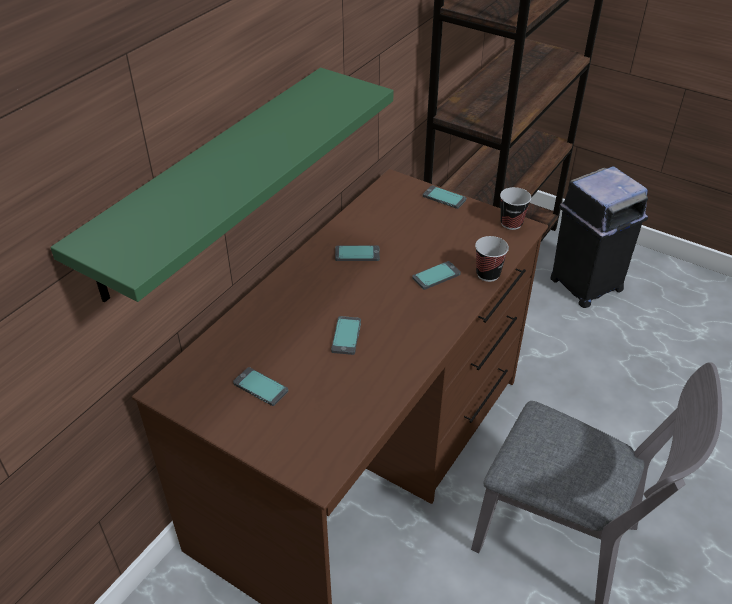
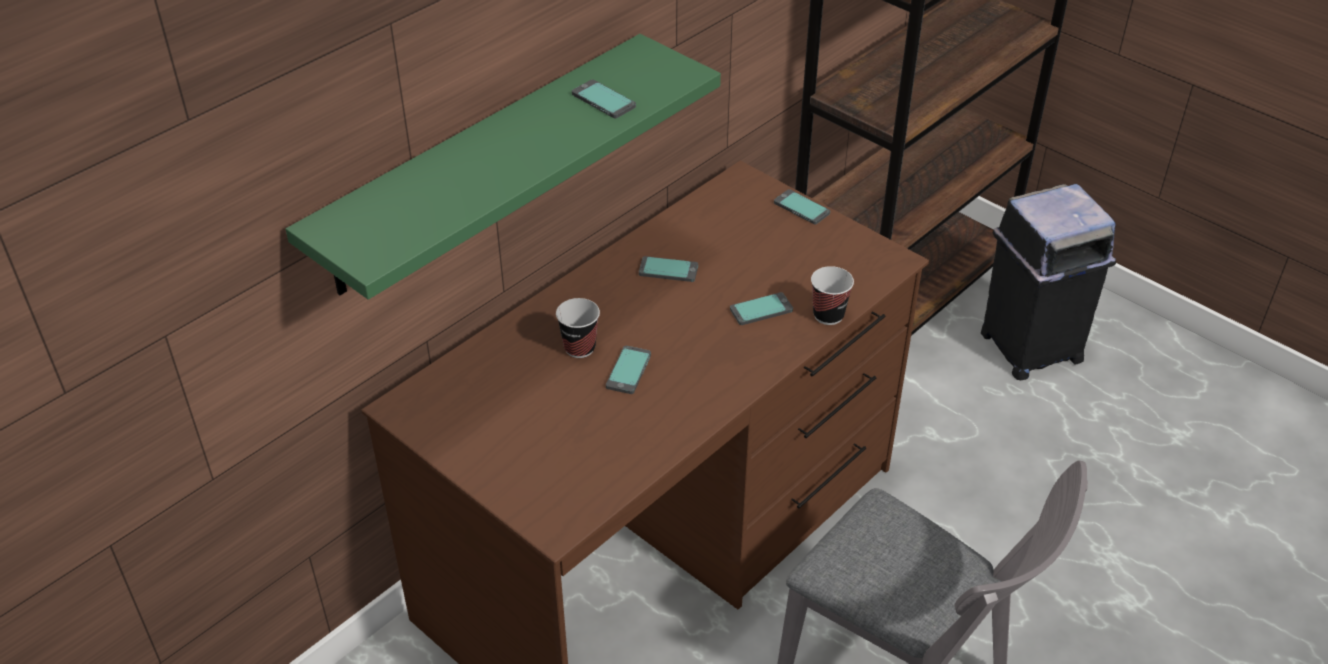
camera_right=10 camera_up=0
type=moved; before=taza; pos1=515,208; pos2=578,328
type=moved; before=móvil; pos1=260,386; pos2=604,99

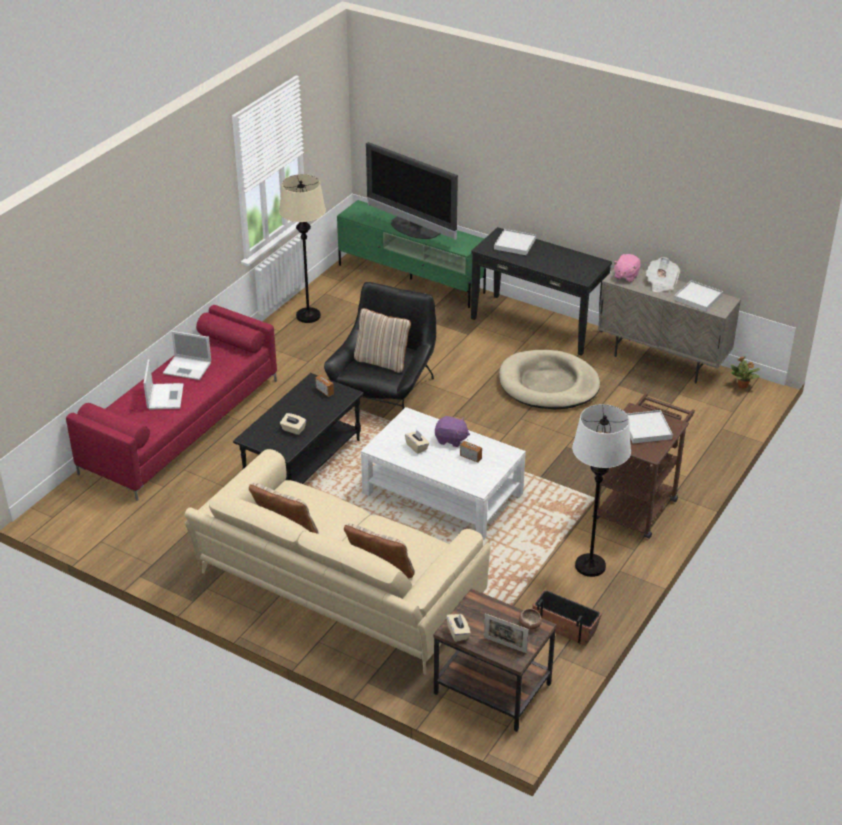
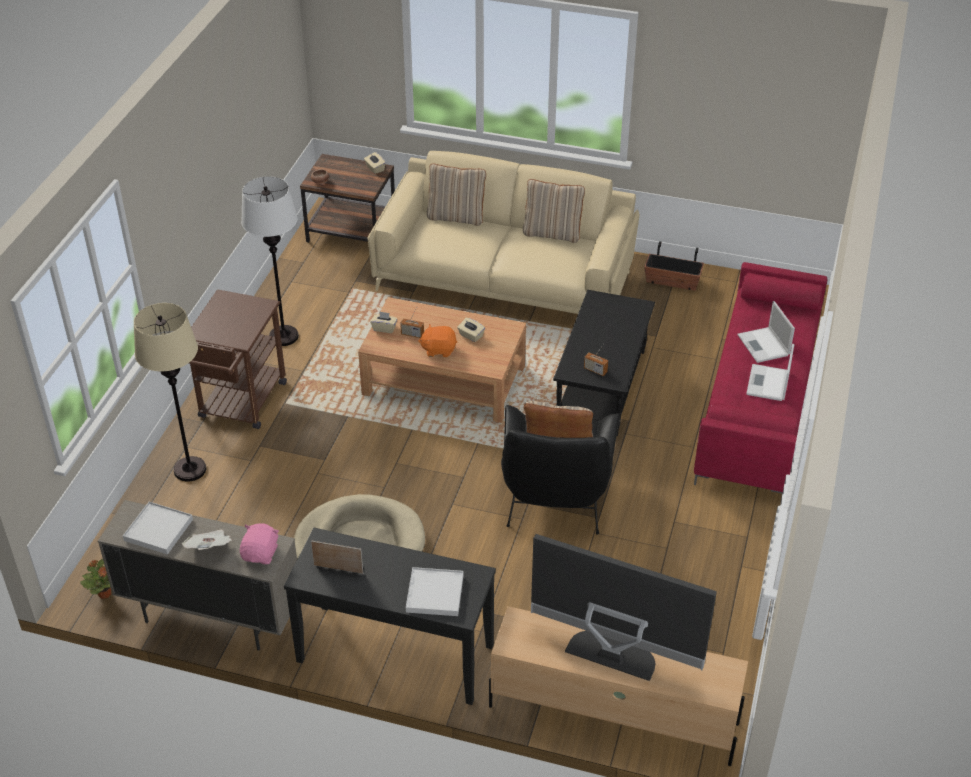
camera_right=165 camera_up=5
type=moved; before=lámpara de pie/beis; pos1=302,248; pos2=170,392
type=recoloured; before=mueble de televisión/verde; after=mueble de televisión/beis; pos1=411,254; pos2=618,686
type=turned; before=portátil; pos1=187,355; pos2=770,372; turn=-75
type=recoloured; before=mesa de centro/blanco; after=mesa de centro/marrón; pos1=443,473; pos2=442,360
type=removed; before=bandeja/blanco; pos1=650,426
type=moved; before=caja de pañuelos/beis; pos1=293,424; pos2=384,322
type=recoloured; before=peluche/morado; after=peluche/naranja; pos1=452,431; pos2=437,340
type=moved; before=maceta; pos1=567,617; pos2=674,266
type=moved; before=portarretratos; pos1=506,633; pos2=337,557

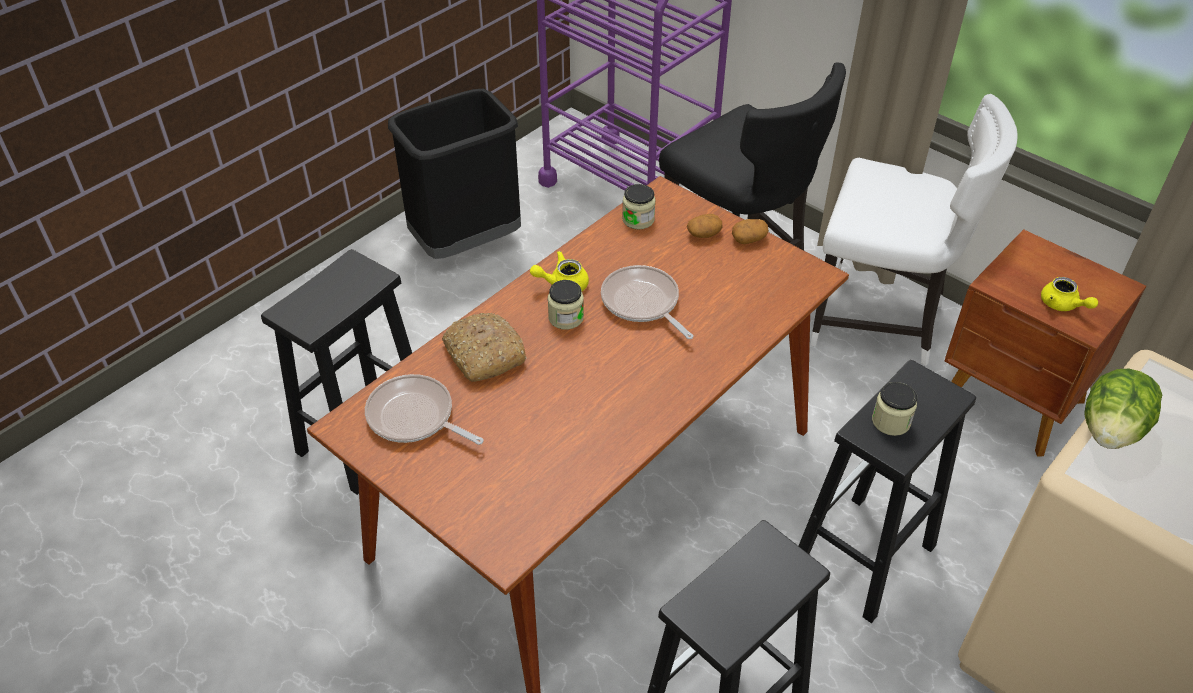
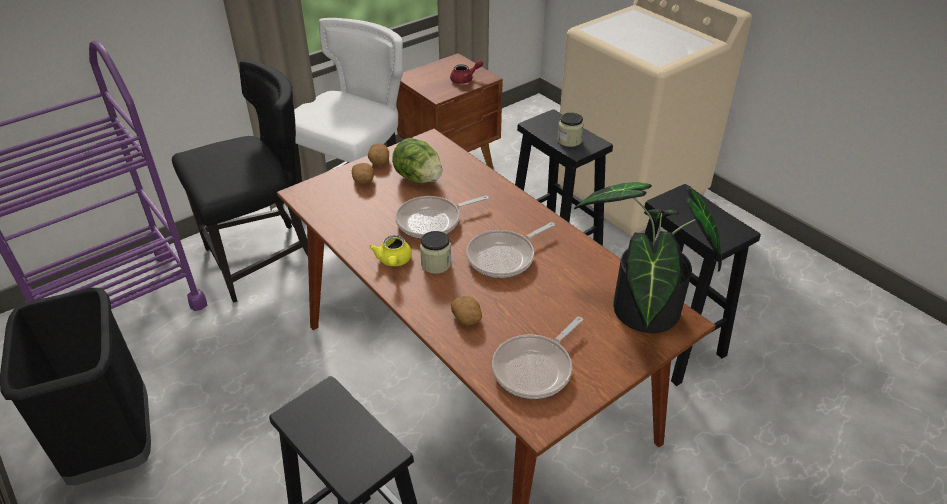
camera_right=-80 camera_up=-5
type=removed; before=tarro; pos1=639,207
type=recoloured; before=tetera/amarillo; after=tetera/rojo; pos1=1069,294; pos2=466,72
type=replaced; before=pan; after=patata; pos1=484,347; pos2=466,310
type=moved; before=lechuga; pos1=1123,409; pos2=417,160
type=added; after=planta en maceta; pos2=648,257
type=added; after=sartén; pos2=510,250

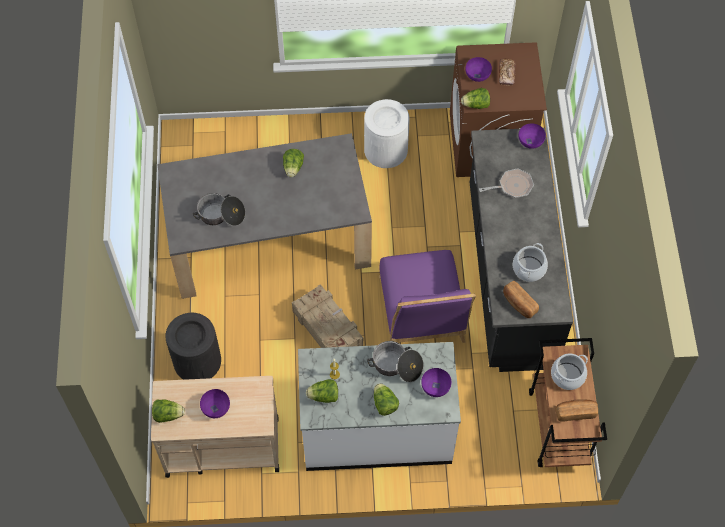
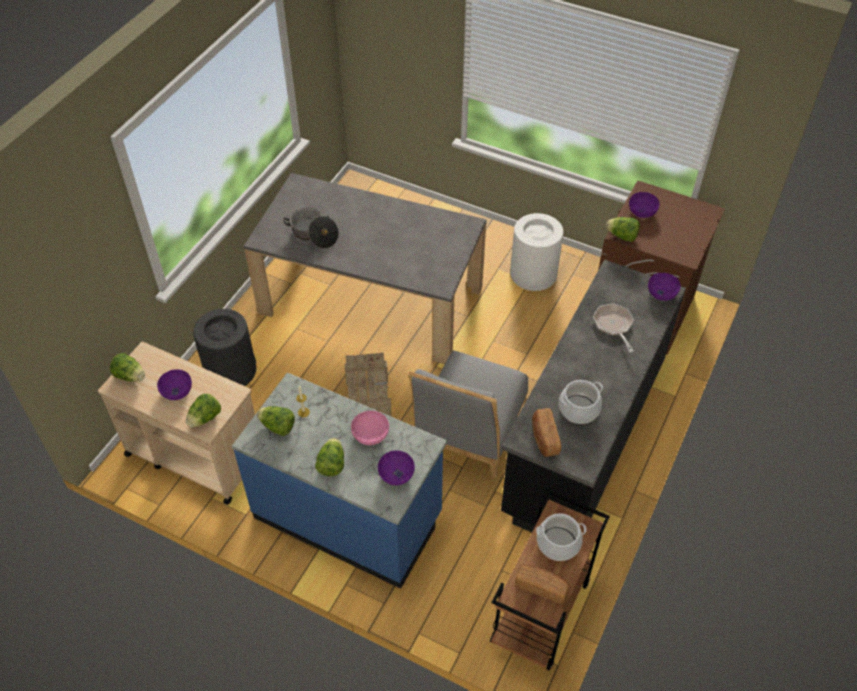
camera_right=30 camera_up=-10
type=removed; before=pan; pos1=507,72
type=moved; before=lechuga; pos1=293,163; pos2=203,410
type=turned; before=sartén; pos1=506,183; pos2=613,328; turn=-120
type=recoloured; before=silla/morado; after=silla/gris; pos1=427,296; pos2=468,414
type=replaced; before=olla; after=cuenco/rosa; pos1=395,361; pos2=370,428
type=recoloured; before=mueble bajo de cocina/blanco; after=mueble bajo de cocina/azul; pos1=379,406; pos2=339,480

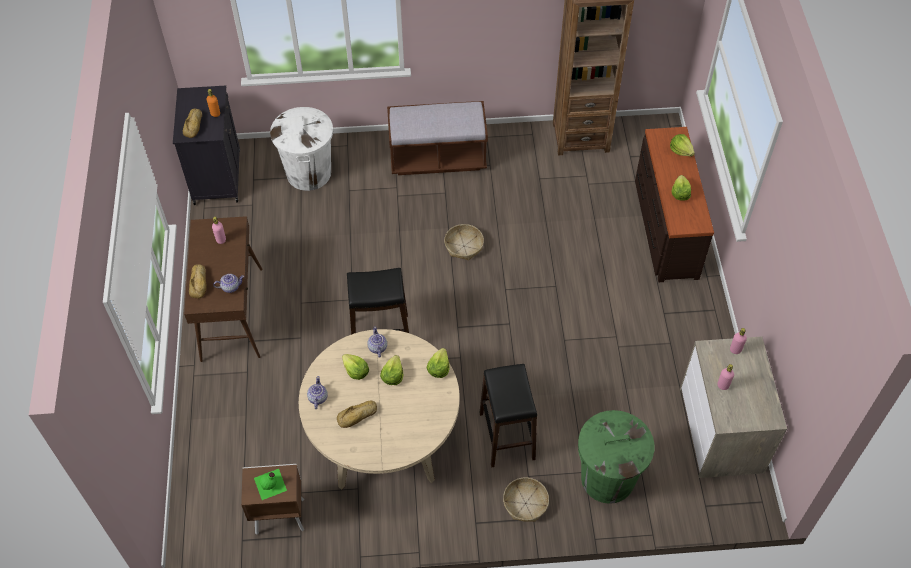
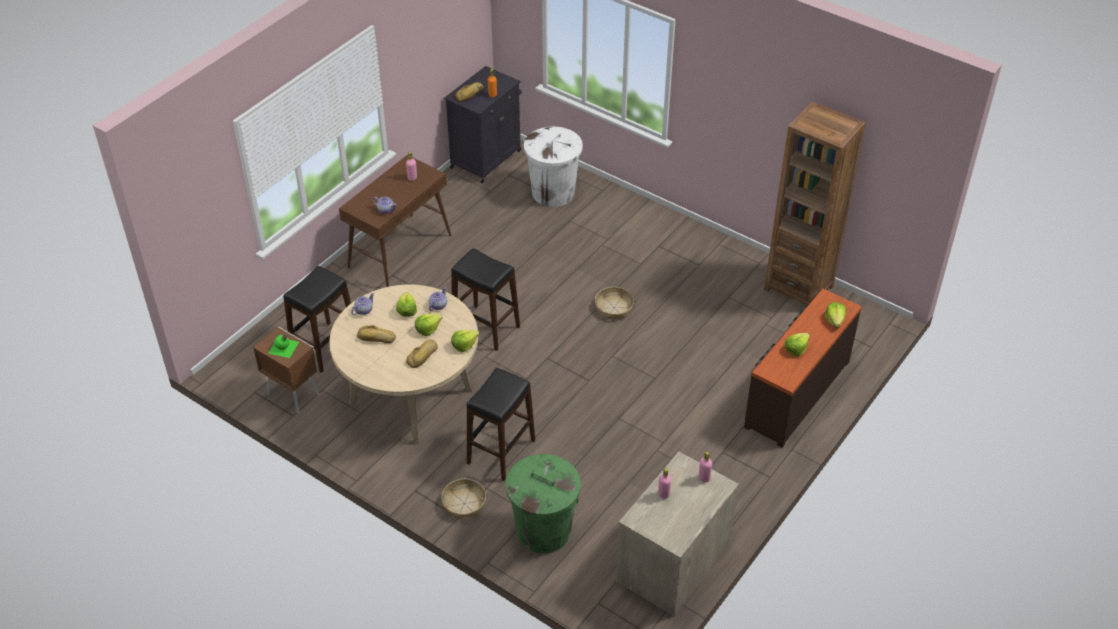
camera_right=40 camera_up=-10
type=removed; before=banco/marrón; pos1=437,138
type=moved; before=pan; pos1=198,281; pos2=422,353
type=added; after=taburete/negro; pos2=317,319

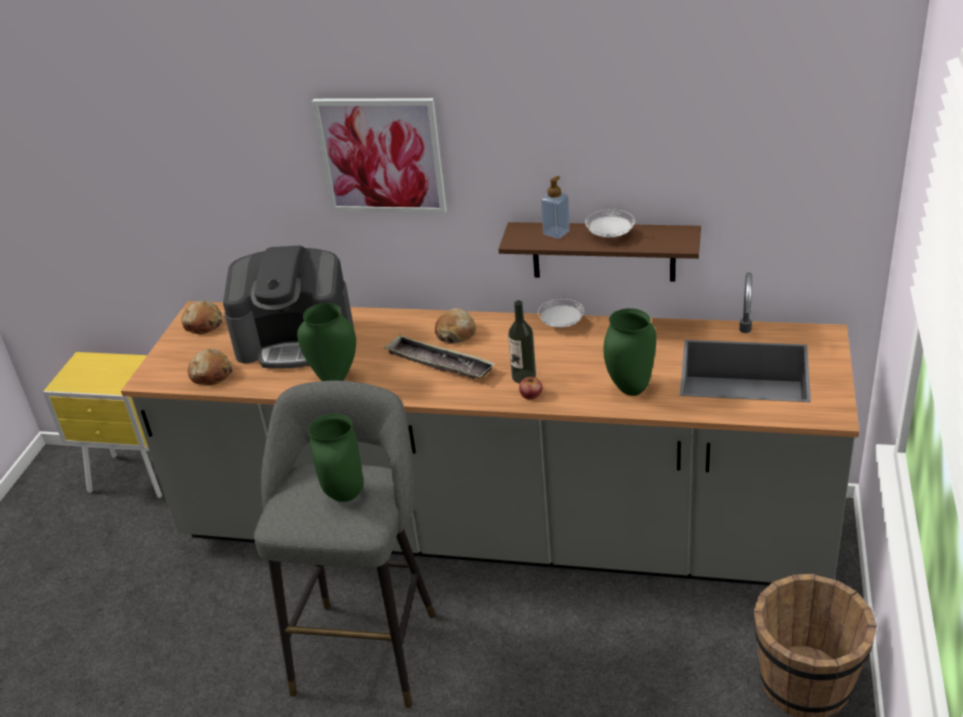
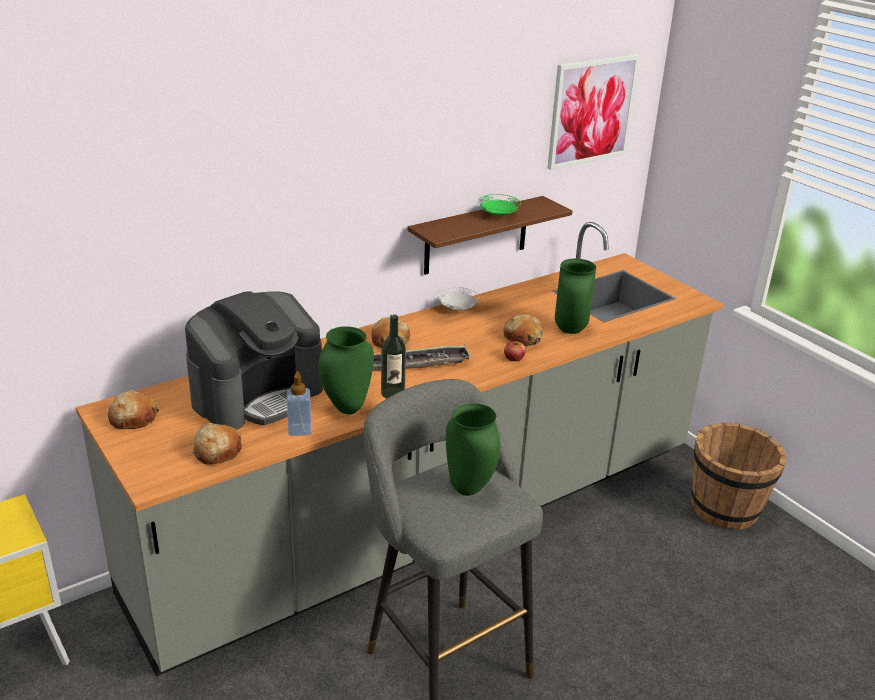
camera_right=-50 camera_up=-5
type=moved; before=cuadro; pos1=379,155; pos2=594,112
type=moved; before=dispensador de jabón; pos1=555,207; pos2=299,404
type=recoloured; before=plato/blanco; after=plato/verde; pos1=610,224; pos2=499,205
type=moved; before=botella; pos1=522,342; pos2=393,356
type=added; after=pan; pos2=523,330

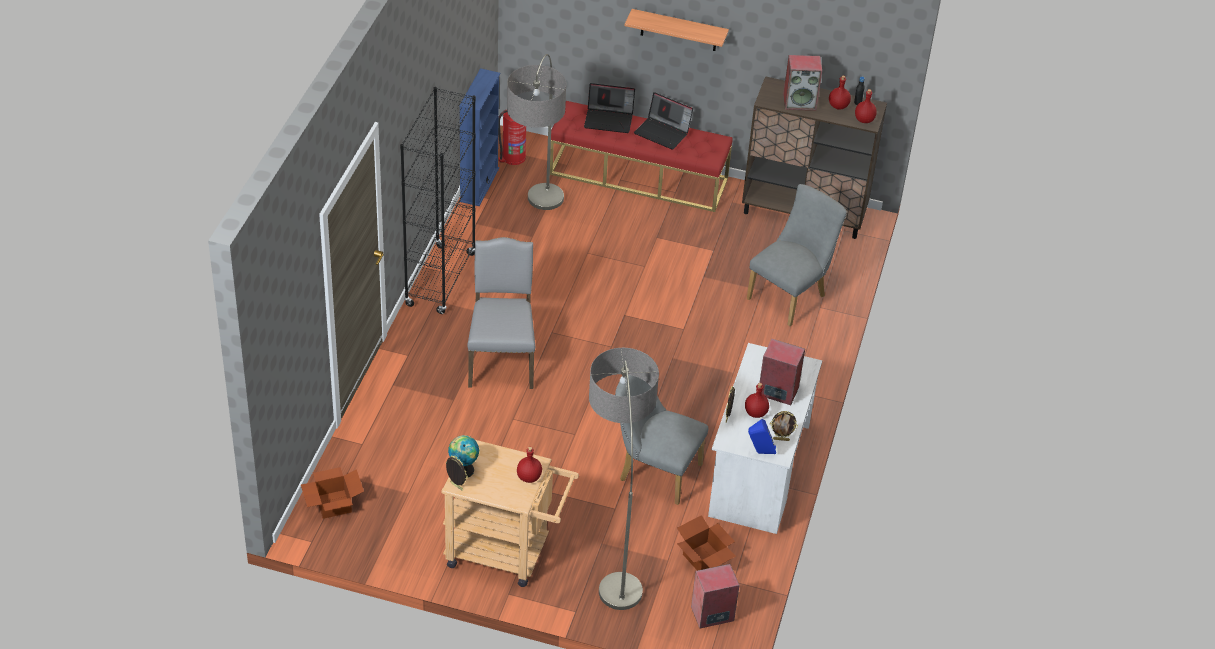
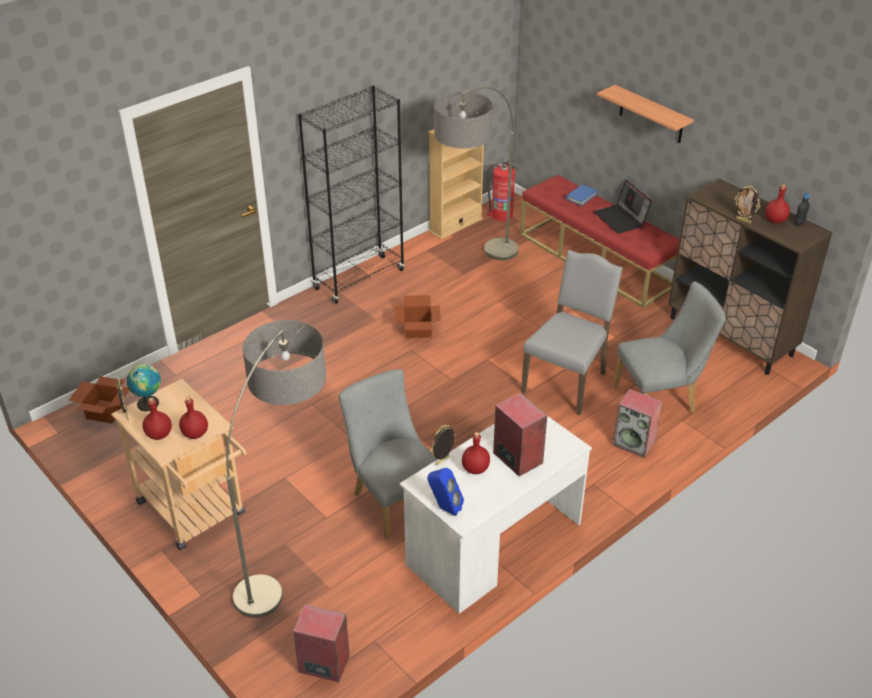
camera_right=35 camera_up=-5
type=moved; before=altavoz; pos1=802,83; pos2=637,423
type=recoloured; before=estantería/azul; after=estantería/beis; pos1=479,137; pos2=456,184
type=replaced; before=portátil; after=libro/azul; pos1=609,108; pos2=582,195
type=moved; before=botella/rojo; pos1=866,106; pos2=157,419
type=moved; before=silla/gris; pos1=501,313; pos2=572,332
type=moved; before=portarretratos; pos1=784,426; pos2=747,204
type=moved; before=caja de cartón; pos1=706,543; pos2=418,316

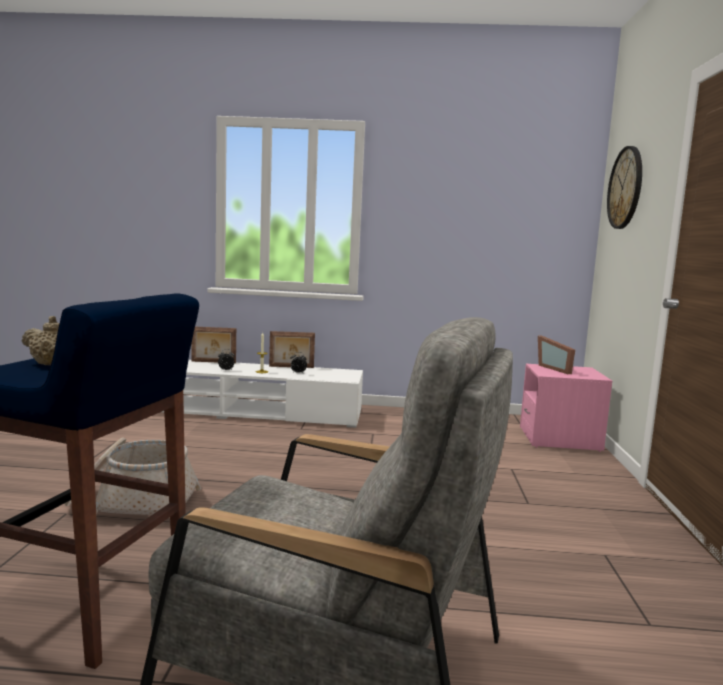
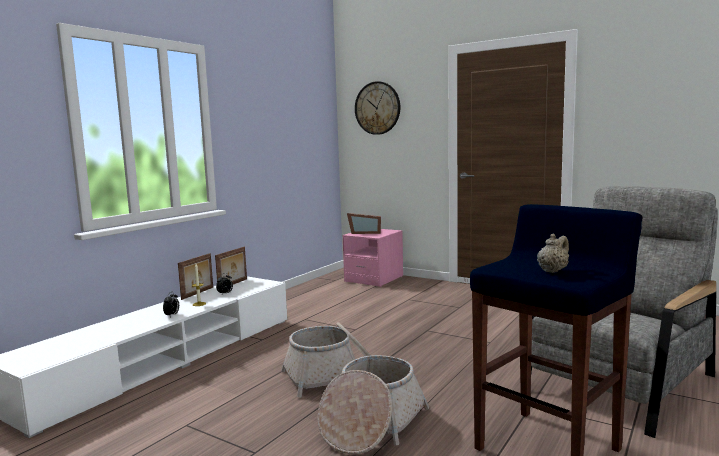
camera_right=-60 camera_up=0
type=moved; before=portarretratos; pos1=213,345; pos2=231,266
type=added; after=cesta; pos2=326,359

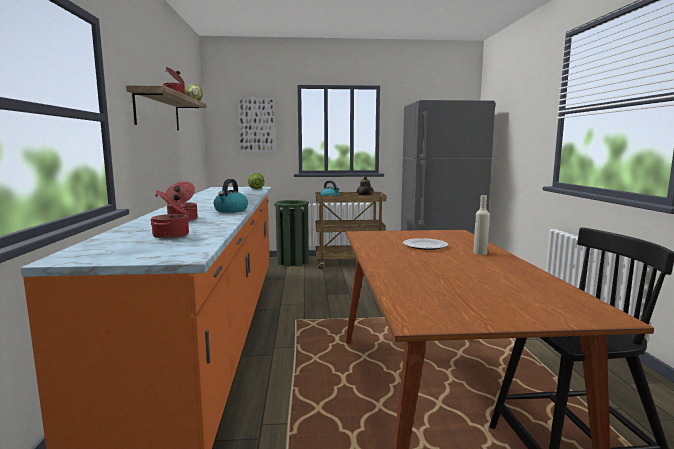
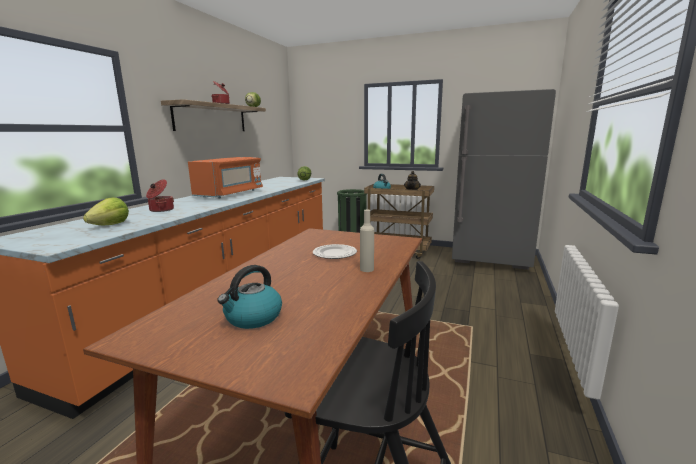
camera_right=25 camera_up=5
type=removed; before=cuadro; pos1=257,125
type=moved; before=hervidor; pos1=231,196; pos2=249,297
type=replaced; before=olla; after=lechuga; pos1=169,214; pos2=106,211
type=added; after=microondas/naranja; pos2=225,177

